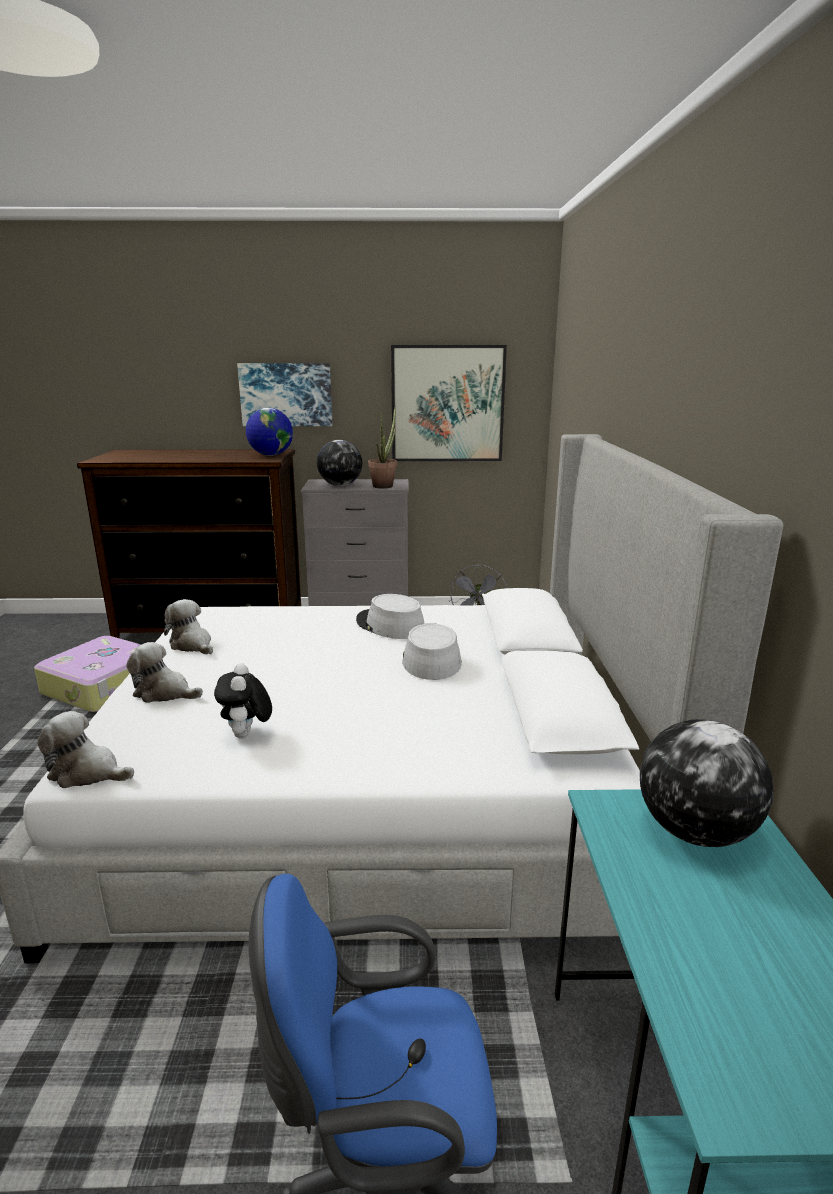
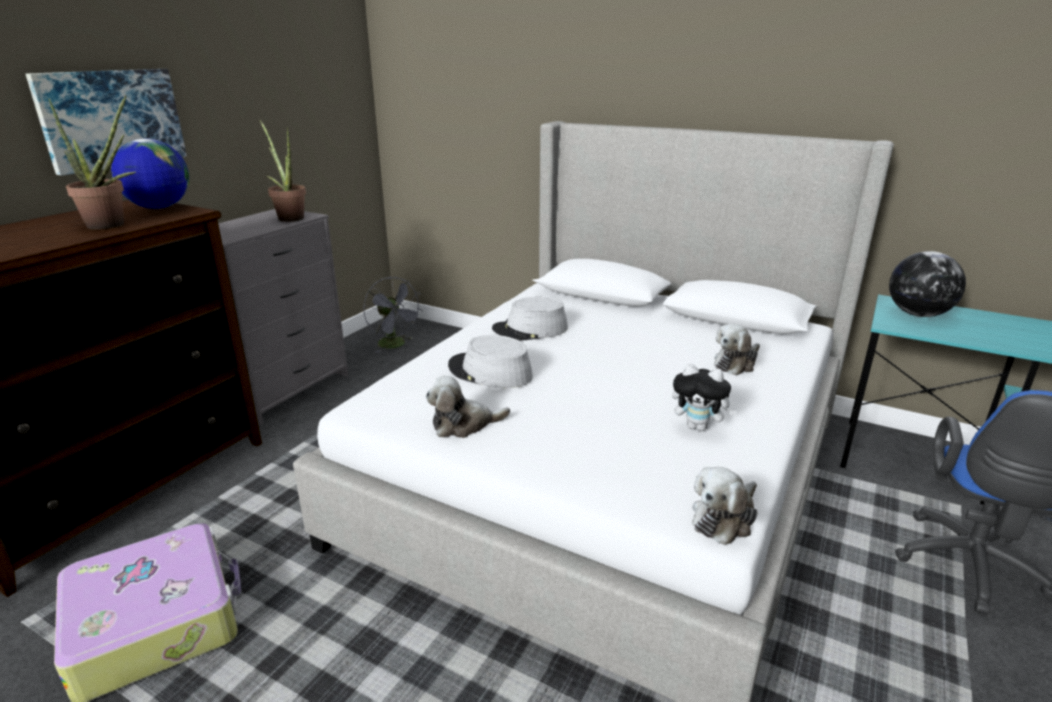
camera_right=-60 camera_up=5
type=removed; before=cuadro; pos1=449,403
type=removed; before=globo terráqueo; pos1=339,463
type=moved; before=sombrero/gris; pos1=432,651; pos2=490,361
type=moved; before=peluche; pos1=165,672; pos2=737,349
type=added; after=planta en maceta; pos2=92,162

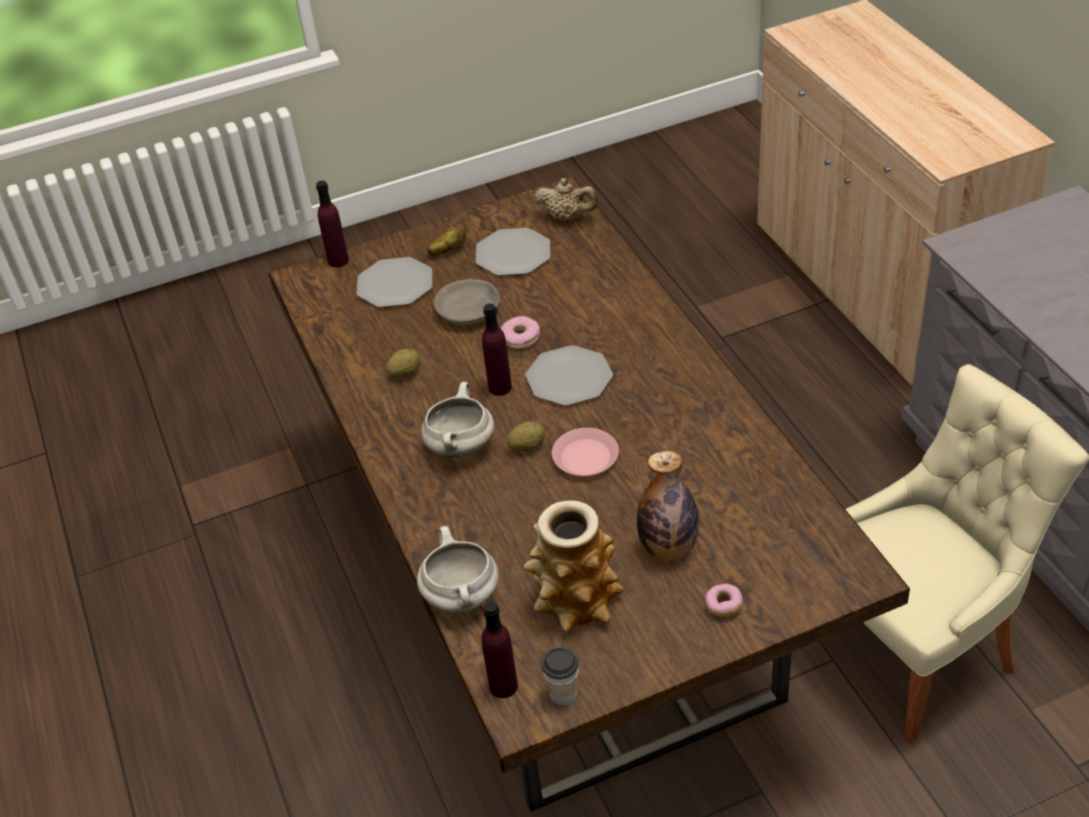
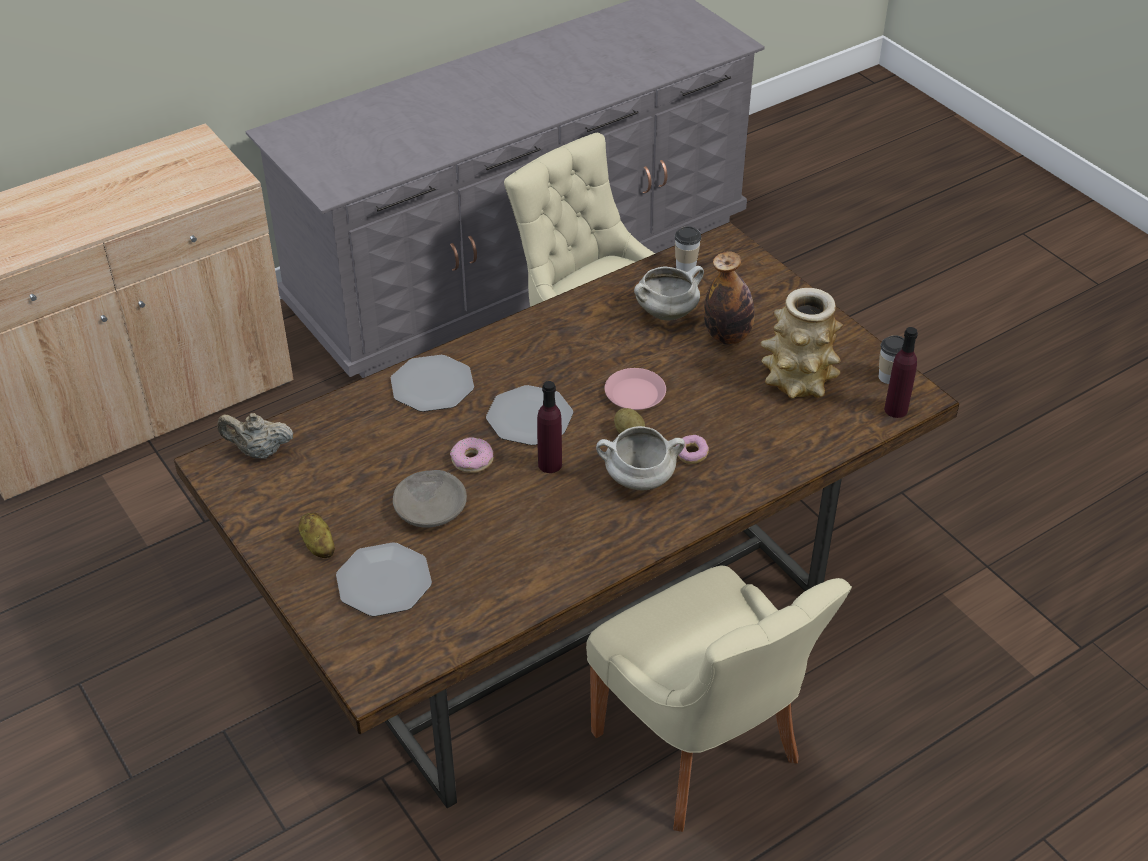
camera_right=-105 camera_up=0
type=turned; before=tetera/beis; pos1=566,199; pos2=255,436; turn=-90
type=removed; before=botella/morado; pos1=332,224
type=moved; before=plato; pos1=512,252; pos2=432,383
type=removed; before=patata; pos1=403,363
type=moved; before=olla/blanco; pos1=458,569; pos2=669,293
type=moved; before=rosquilla; pos1=724,600; pos2=692,449
type=added; after=taza; pos2=688,249
type=added; after=silla/beis; pos2=719,698

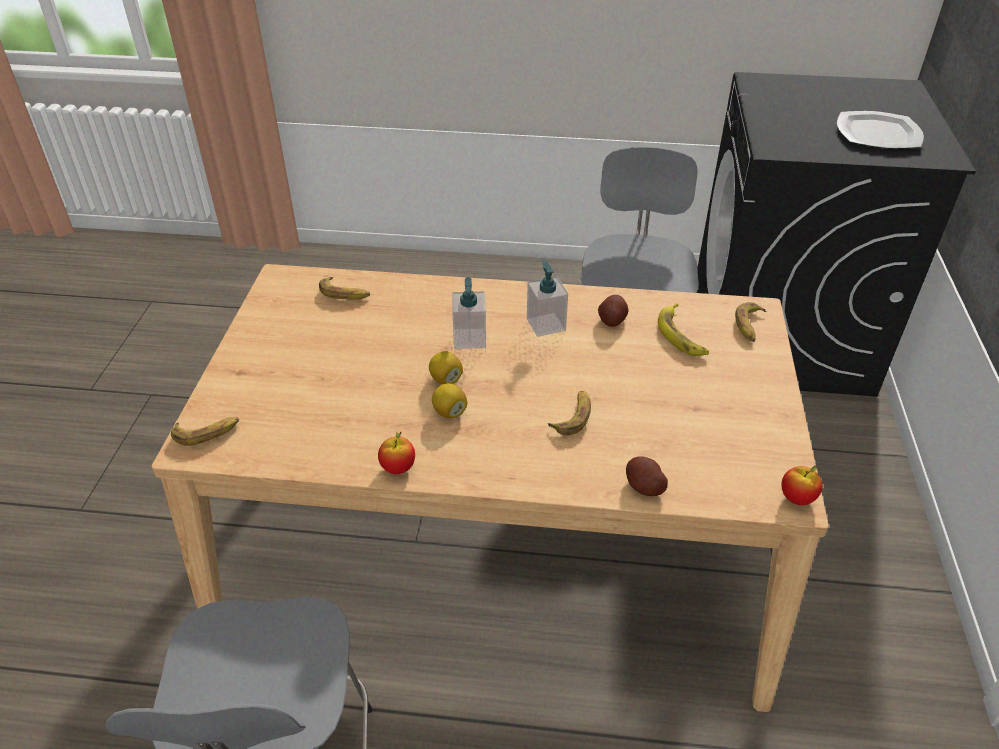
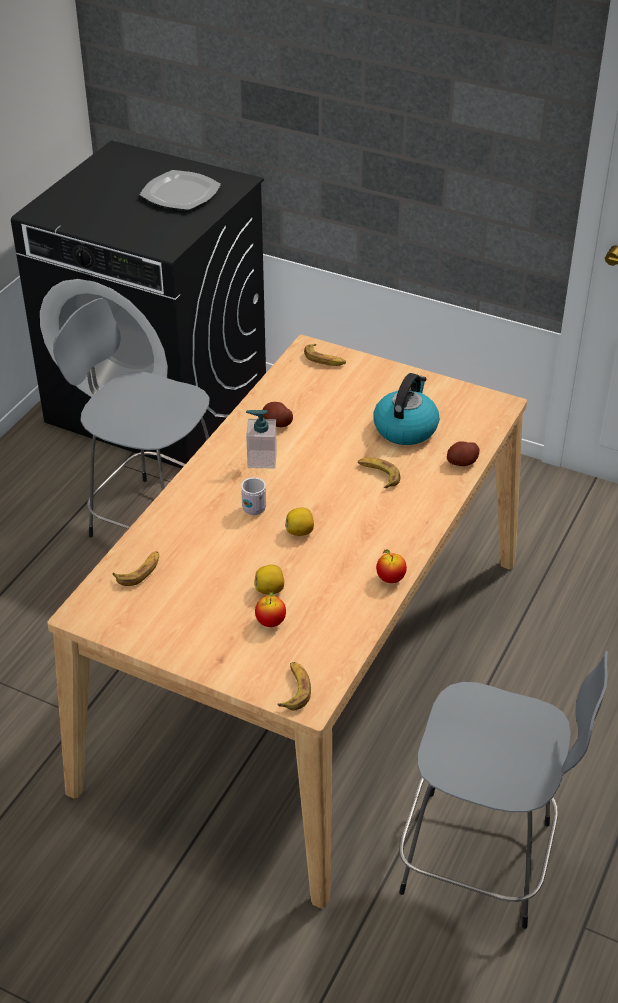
camera_right=-70 camera_up=0
type=replaced; before=dispensador de jabón; after=taza grande/blanco; pos1=469,313; pos2=253,496
type=removed; before=plátano; pos1=683,329
type=moved; before=limón; pos1=449,400; pos2=269,580
type=moved; before=manzana; pos1=801,485; pos2=270,609
type=added; after=hervidor; pos2=406,409

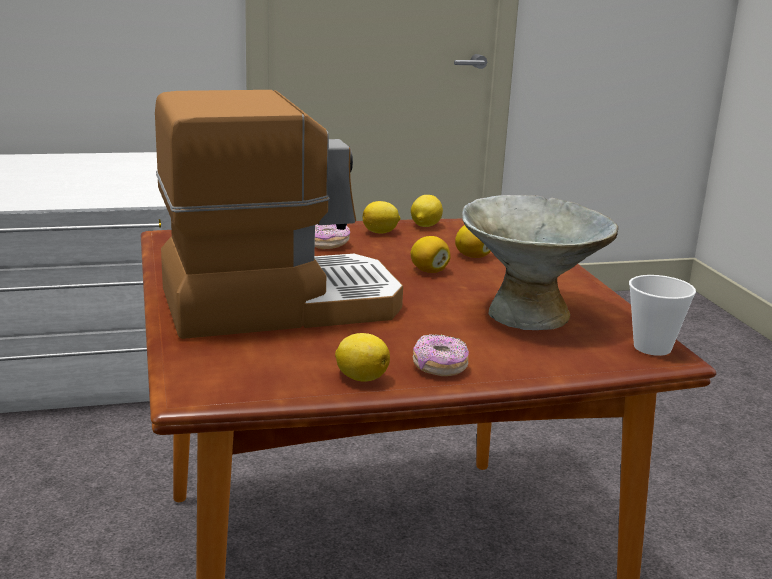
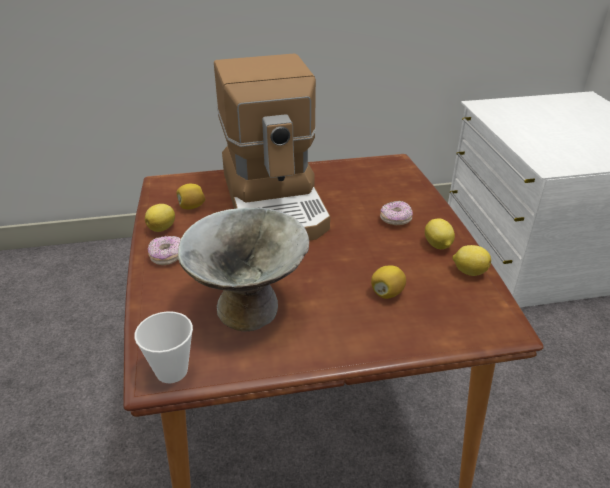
camera_right=95 camera_up=15
type=moved; before=limón; pos1=430,254; pos2=191,196

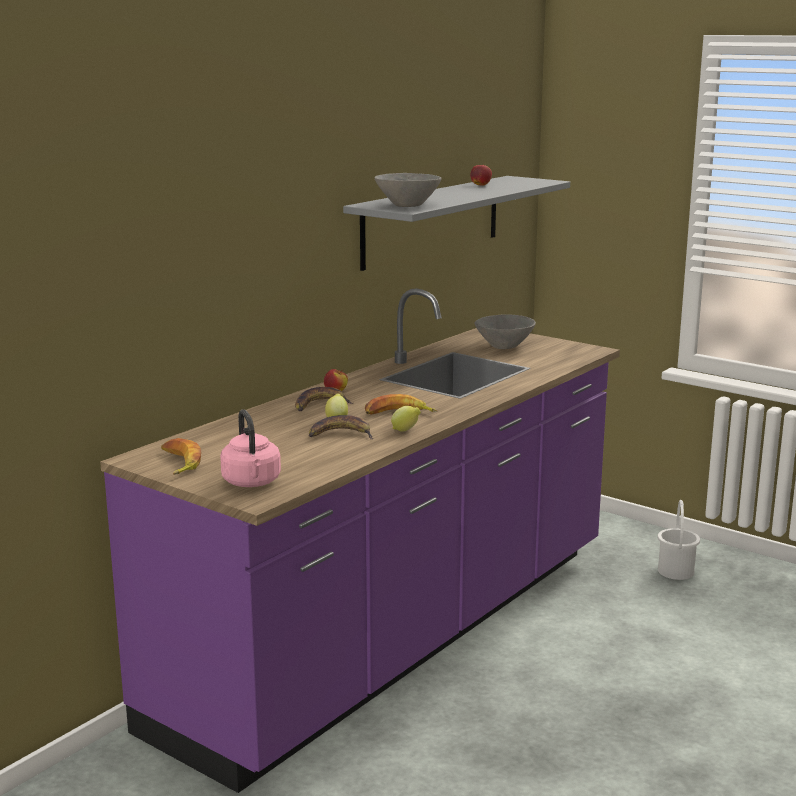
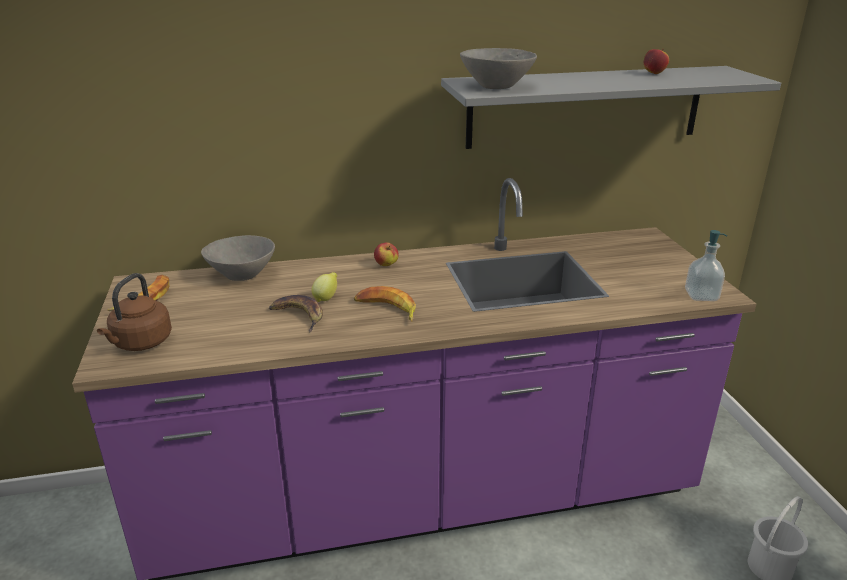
camera_right=40 camera_up=10
type=moved; before=cuenco/gris; pos1=505,331; pos2=238,258
type=removed; before=plátano; pos1=324,399
type=removed; before=limón; pos1=406,419
type=recoloured; before=hervidor/rosa; after=hervidor/marrón; pos1=250,448; pos2=134,312
type=added; after=dispensador de jabón; pos2=706,265

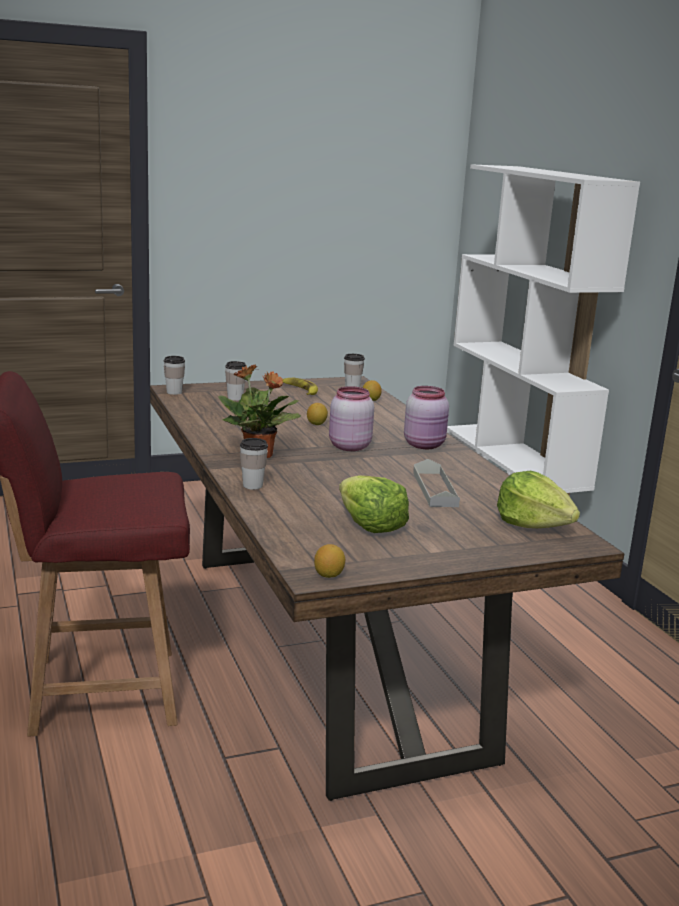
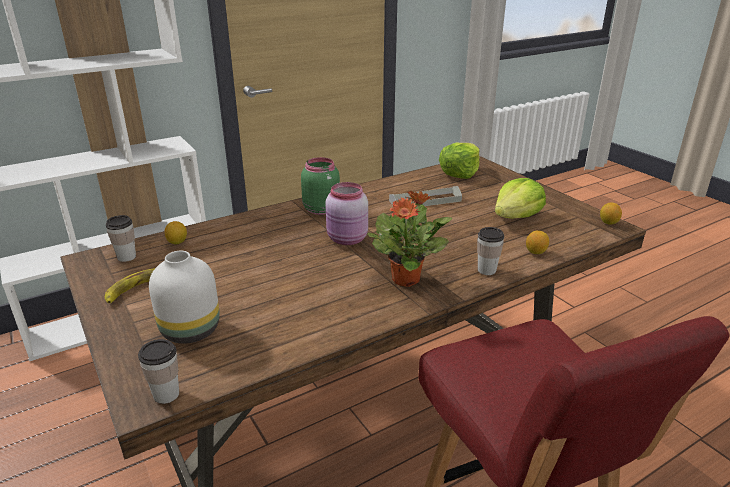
camera_right=-100 camera_up=10
type=replaced; before=taza; after=florero/blanco; pos1=235,381; pos2=184,297
type=recoloured; before=tarro/rosa; after=tarro/verde; pos1=426,417; pos2=320,186
type=moved; before=limón; pos1=317,414; pos2=537,242

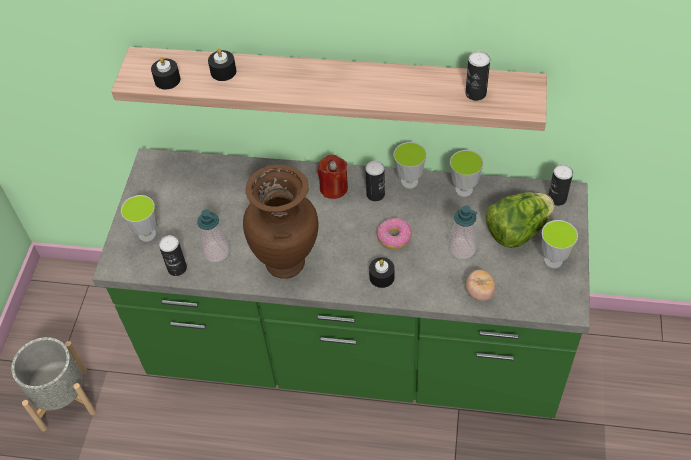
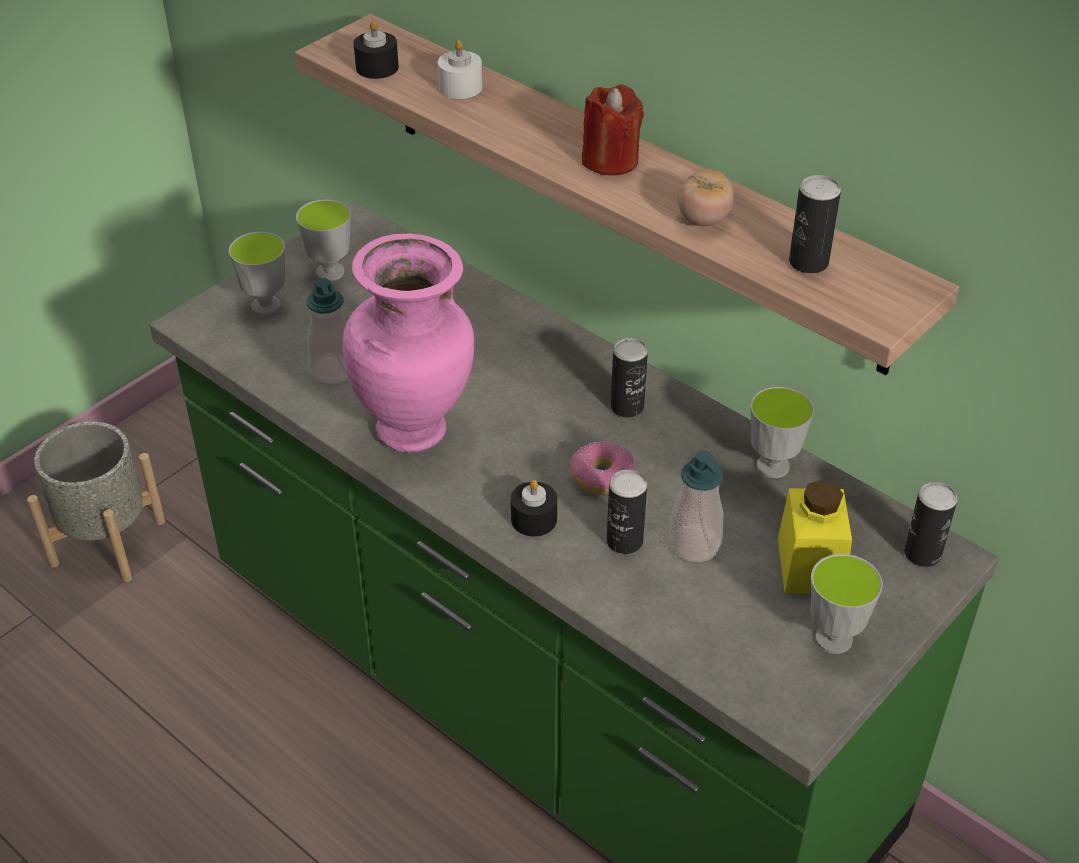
camera_right=30 camera_up=-10
type=recoloured; before=vela/negro; after=vela/blanco; pos1=222,64; pos2=460,69
type=moved; before=taza; pos1=410,165; pos2=323,240
type=moved; before=vela/rojo; pos1=332,176; pos2=613,130
type=recoloured; before=florero/marrón; after=florero/rosa; pos1=280,222; pos2=408,343
type=replaced; before=lechuga; after=tarro/amarillo; pos1=519,220; pos2=815,537
type=moved; before=lata; pos1=173,255; pos2=627,512
type=moved; before=tomate; pos1=481,285; pos2=706,197

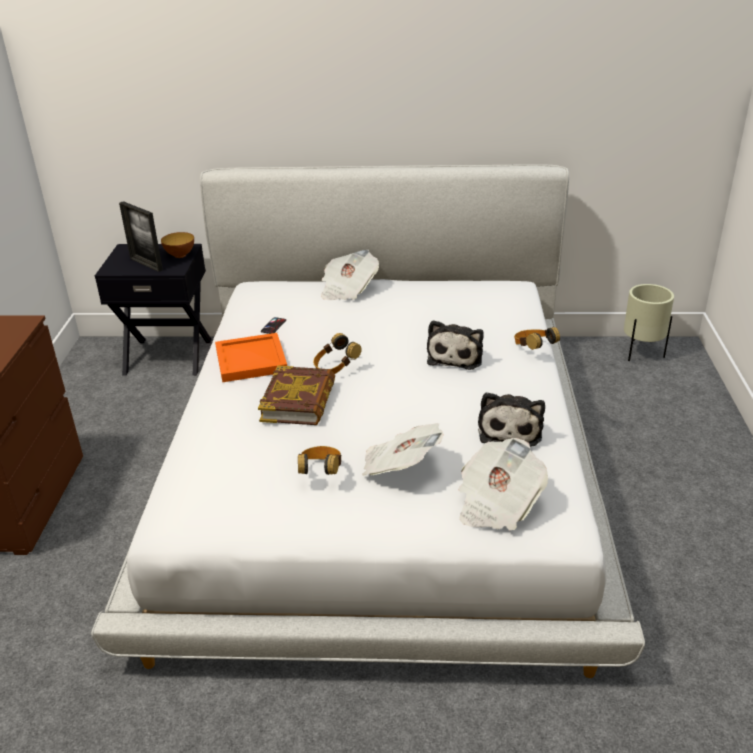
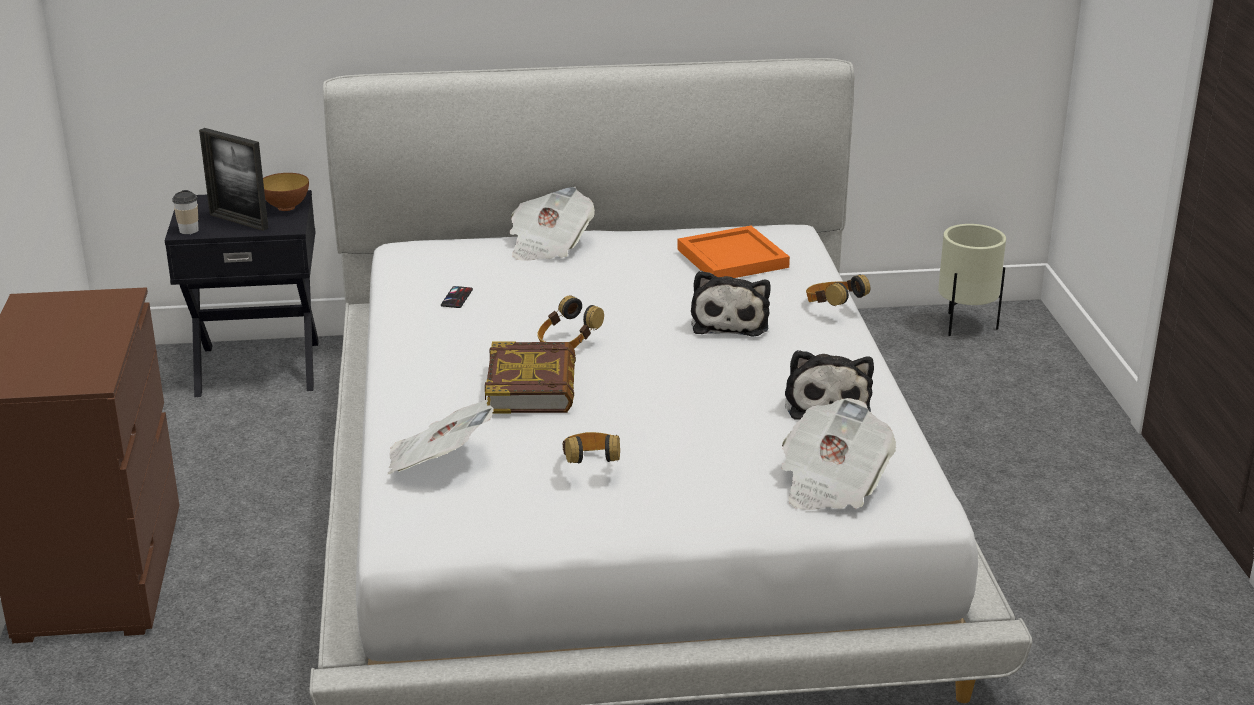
camera_right=-10 camera_up=-5
type=moved; before=bandeja/naranja; pos1=251,357; pos2=733,252
type=moved; before=periódico; pos1=403,449; pos2=441,437
type=added; after=taza; pos2=185,212

